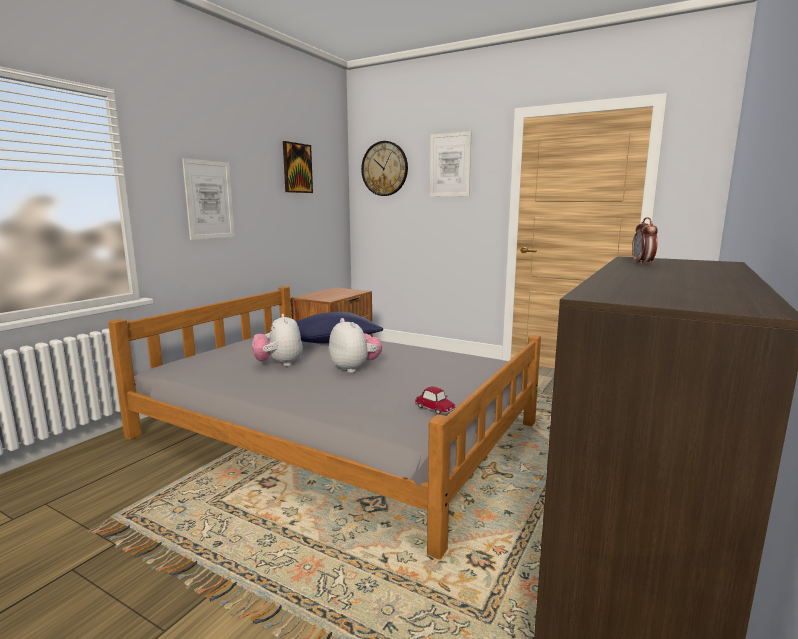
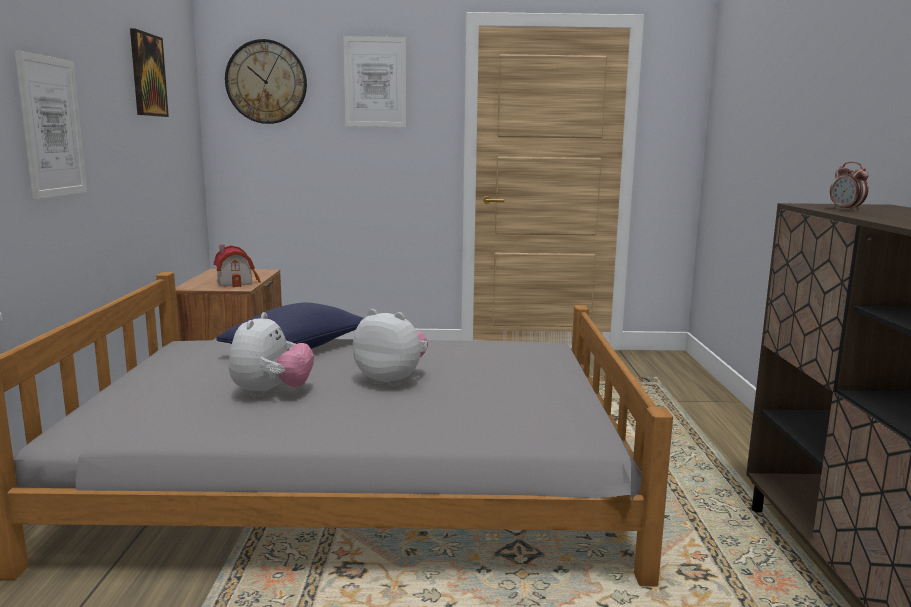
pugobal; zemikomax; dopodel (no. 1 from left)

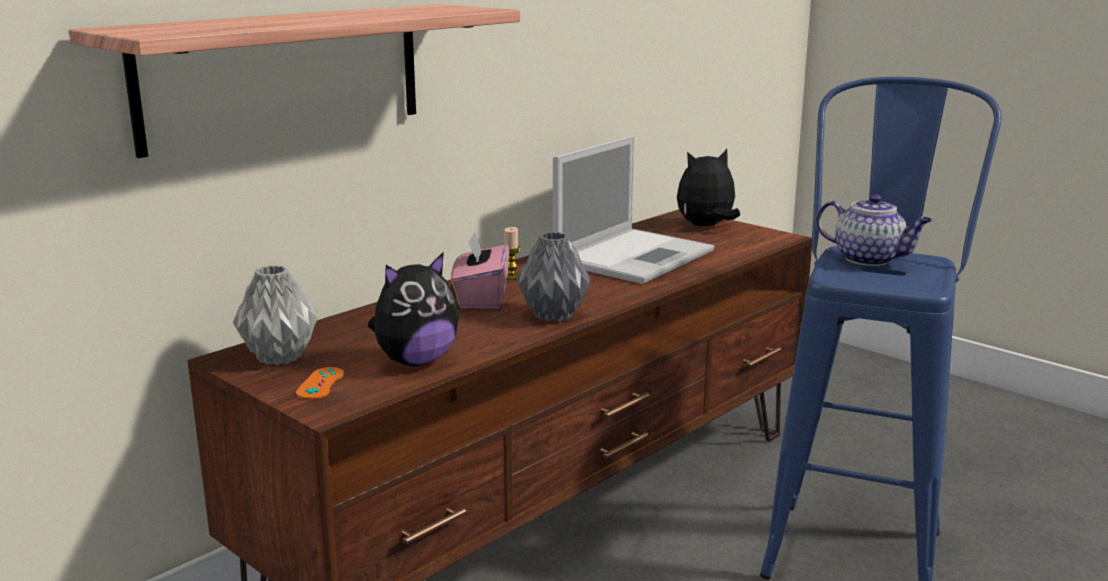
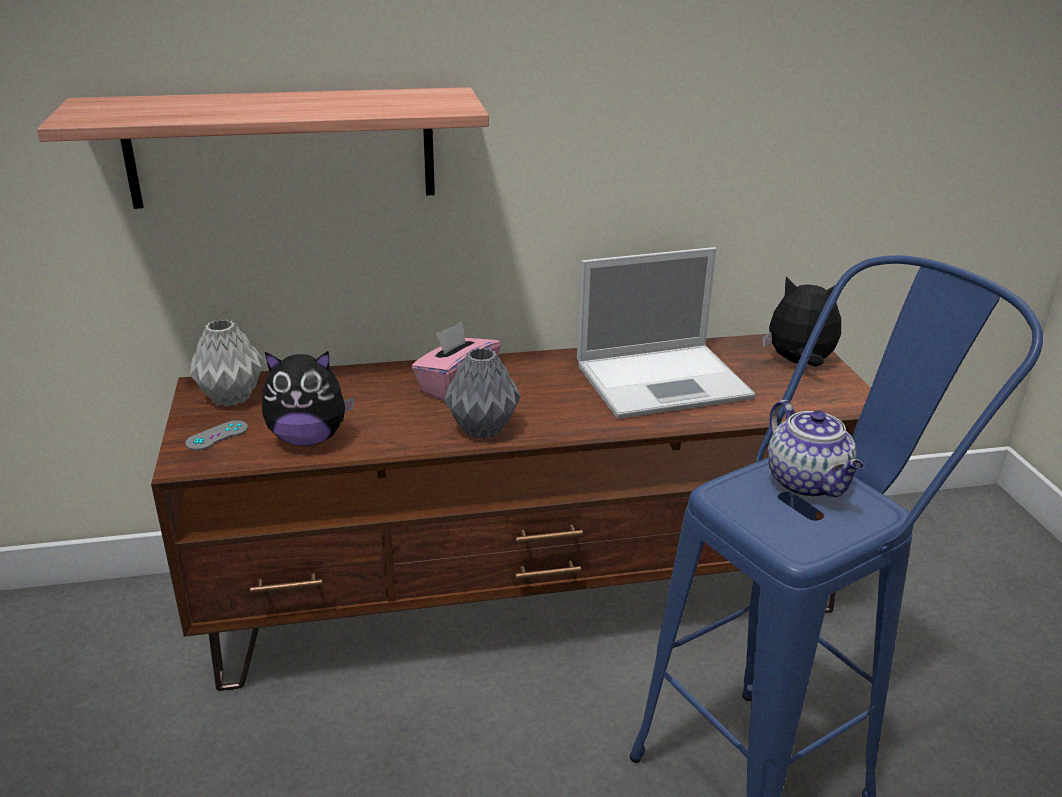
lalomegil; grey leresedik

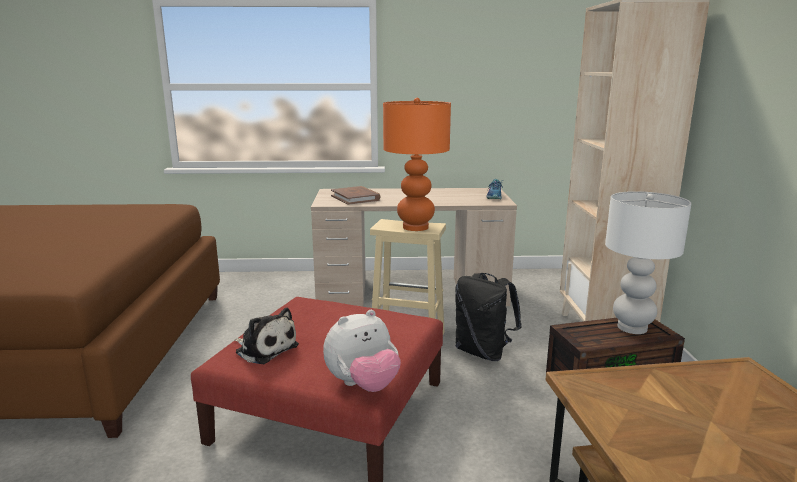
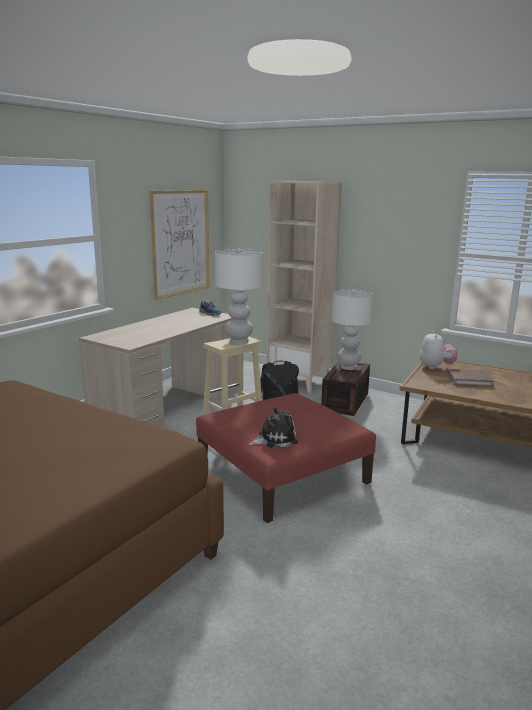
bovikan; dopodel (no. 2 from left); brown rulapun; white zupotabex (no. 1 from left)

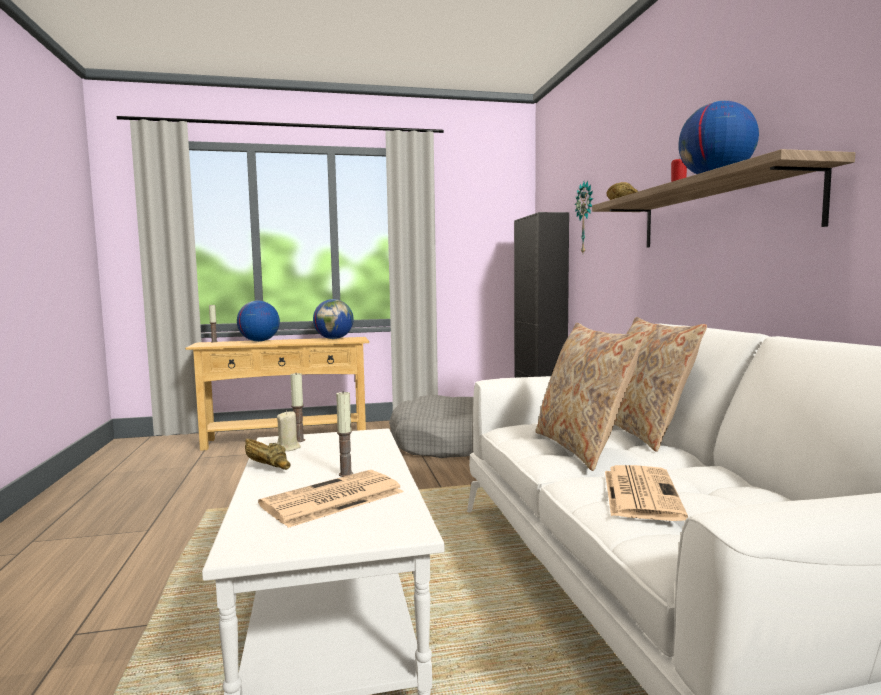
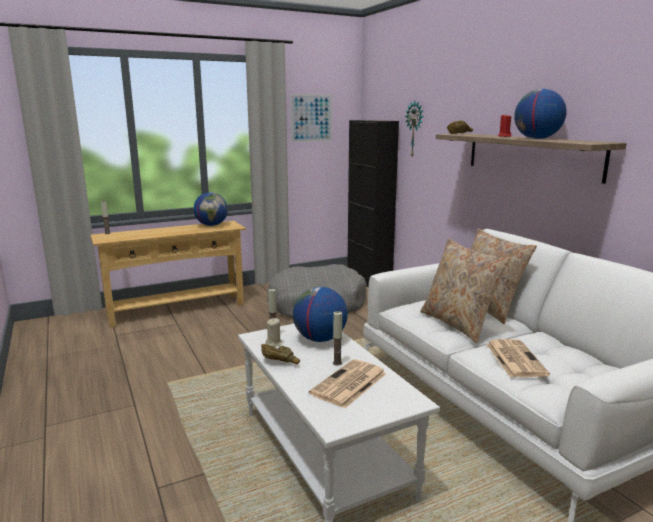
bovikan; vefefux (no. 2 from left)

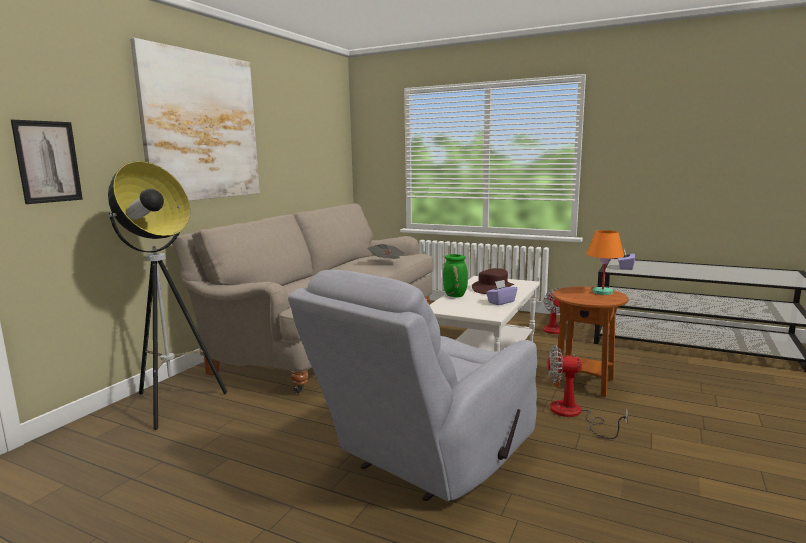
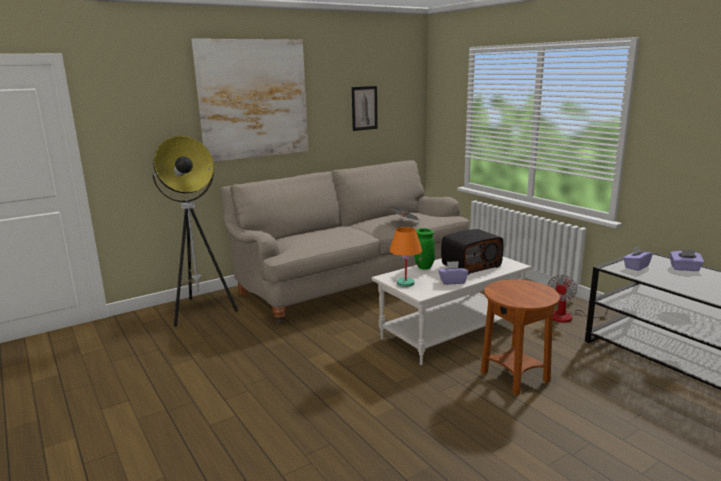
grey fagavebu; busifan (no. 2 from left in the first image); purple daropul (no. 3 from left); bovikan (no. 2 from left); orange zupotabex; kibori

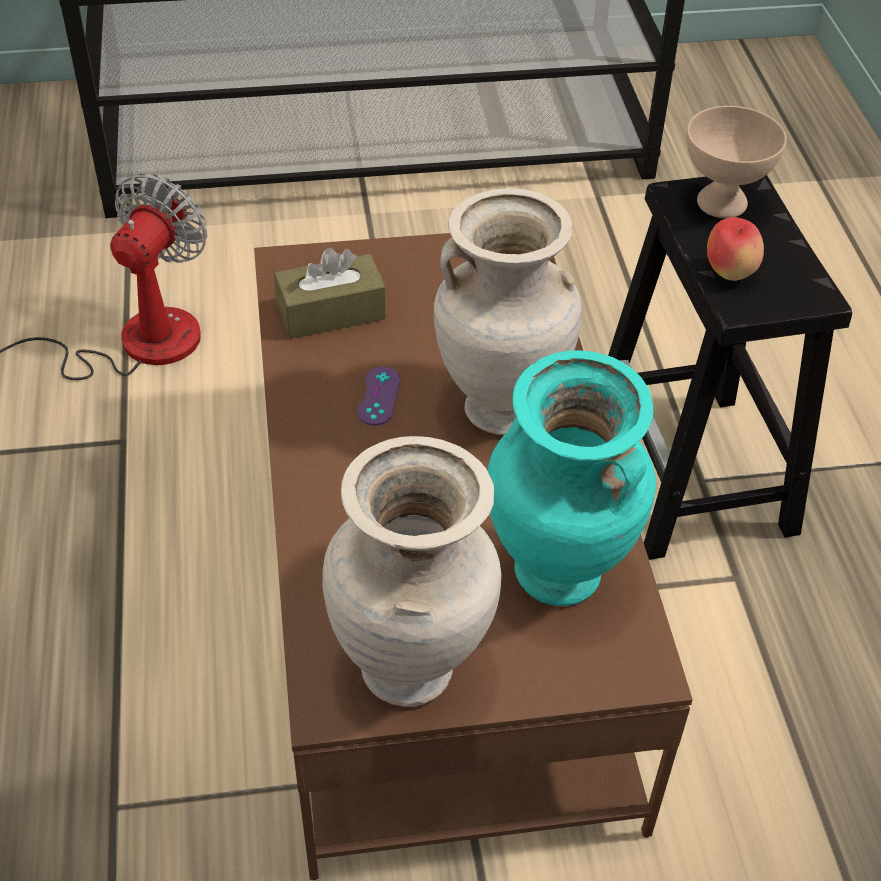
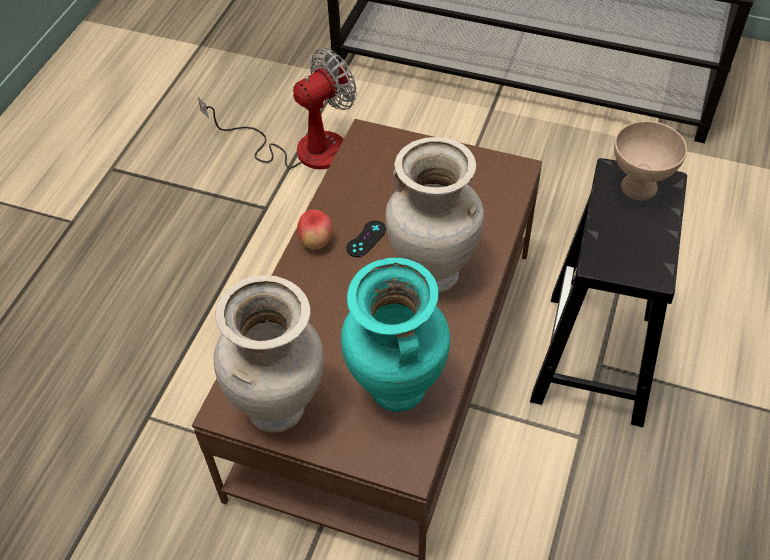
brown daropul; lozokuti; black leresedik

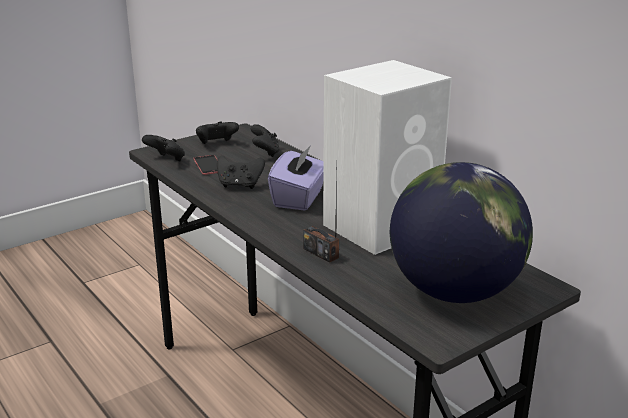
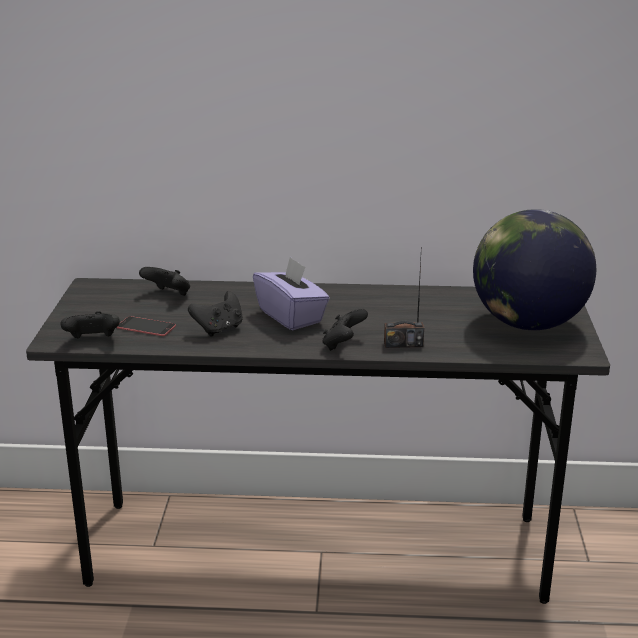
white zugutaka; black leresedik (no. 4 from left)

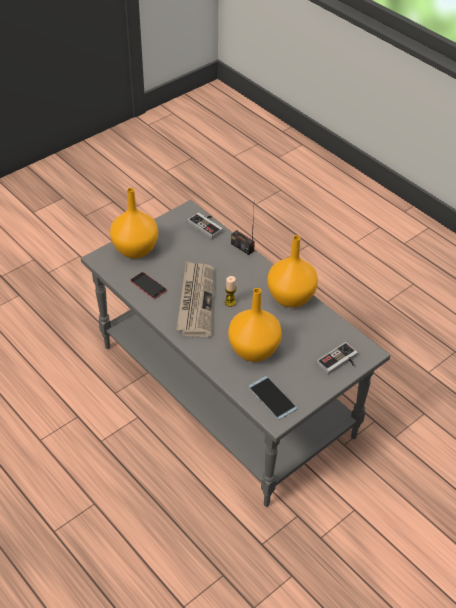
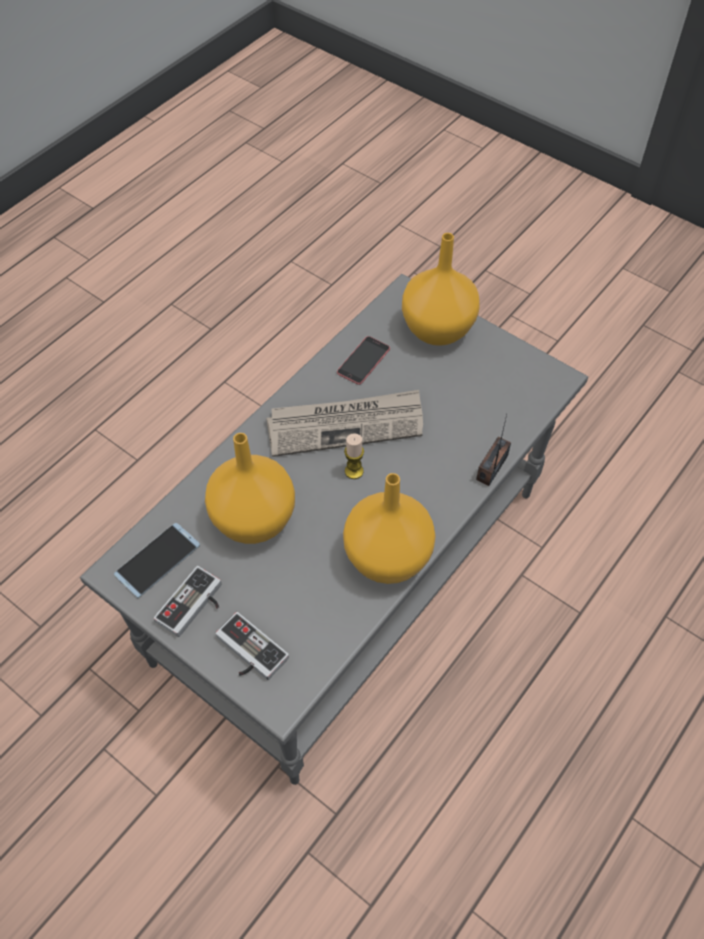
leresedik (no. 1 from left)

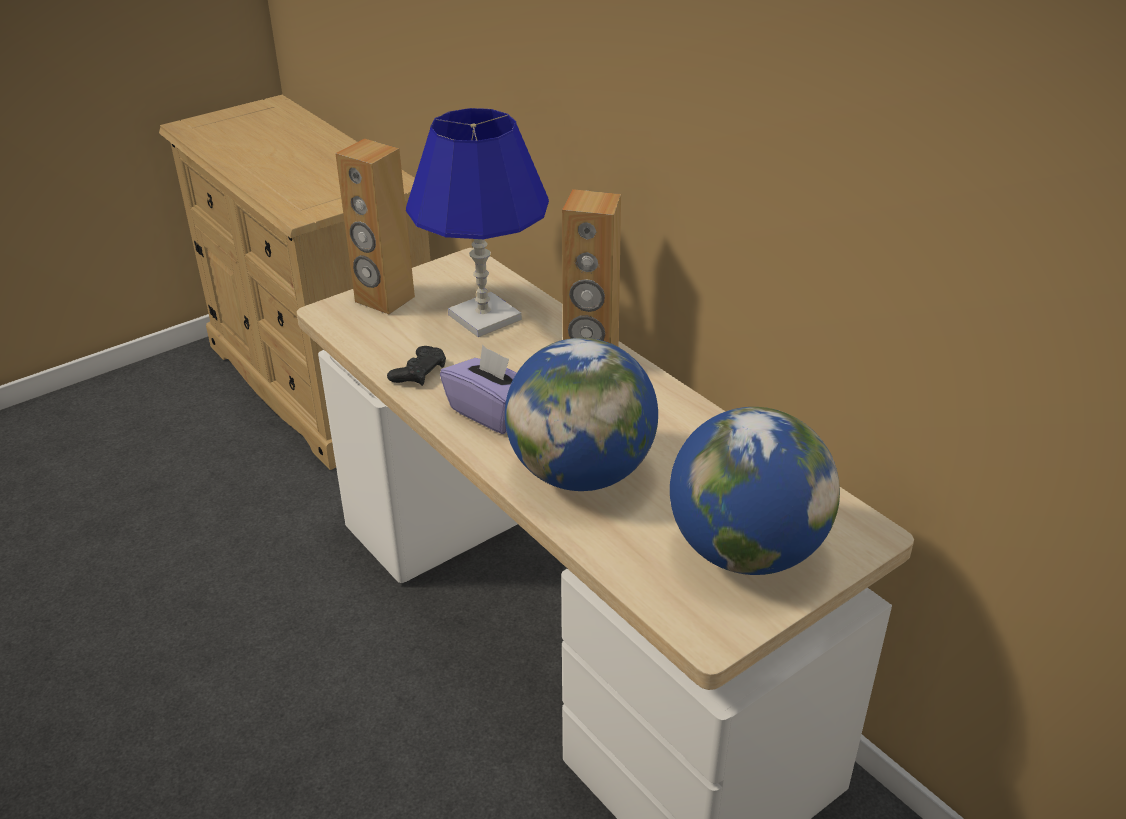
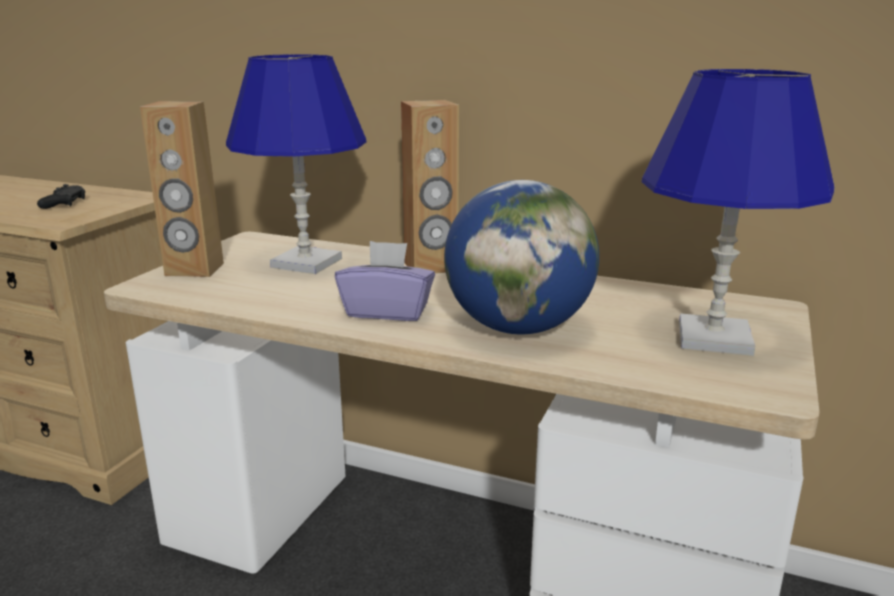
black leresedik; blue zupotabex (no. 2 from left)

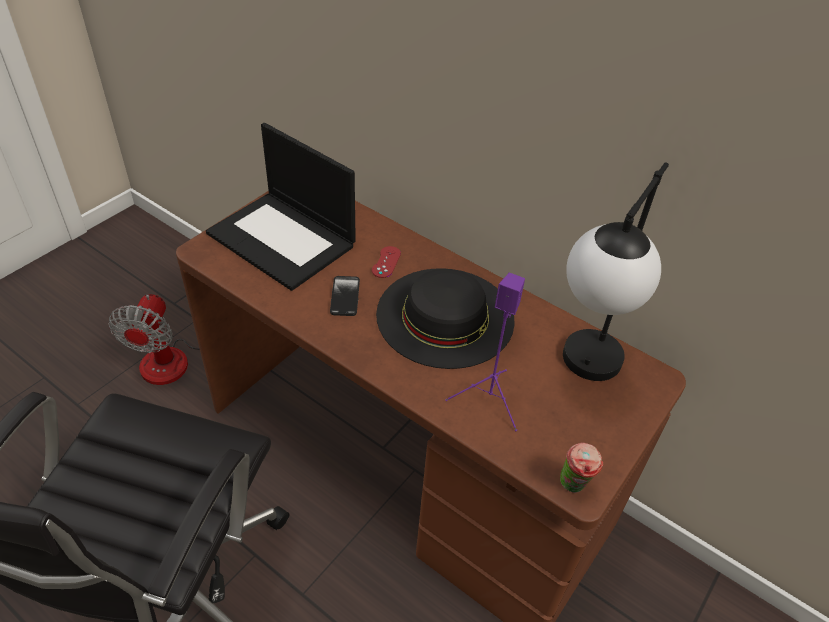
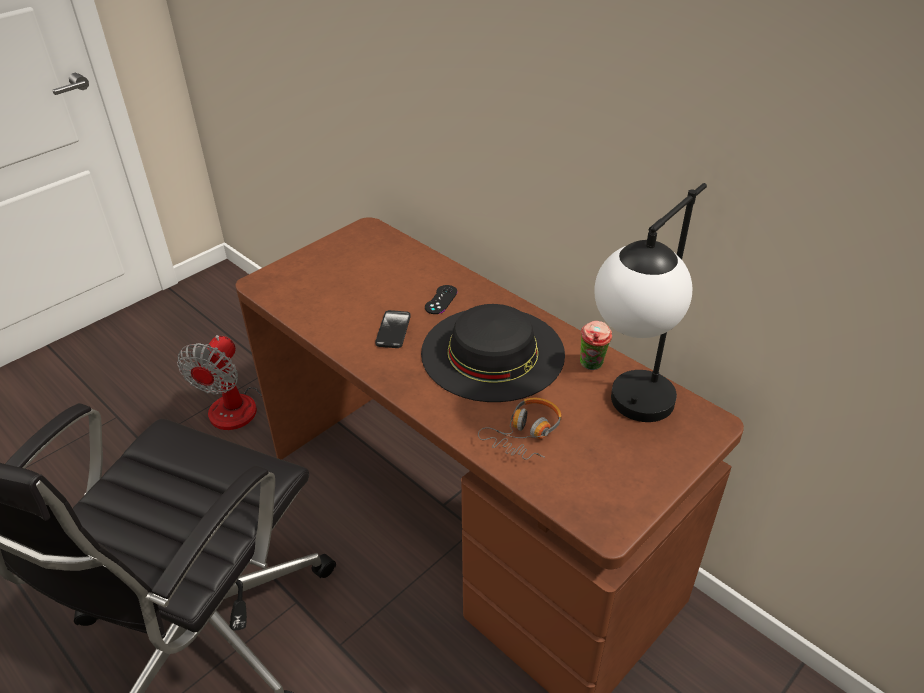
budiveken; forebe; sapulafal; black leresedik

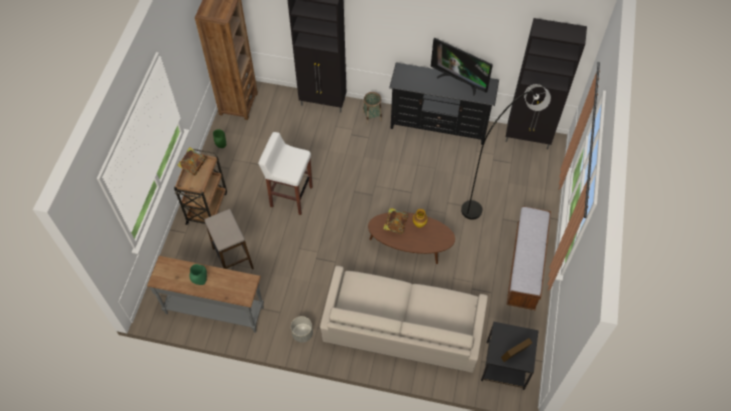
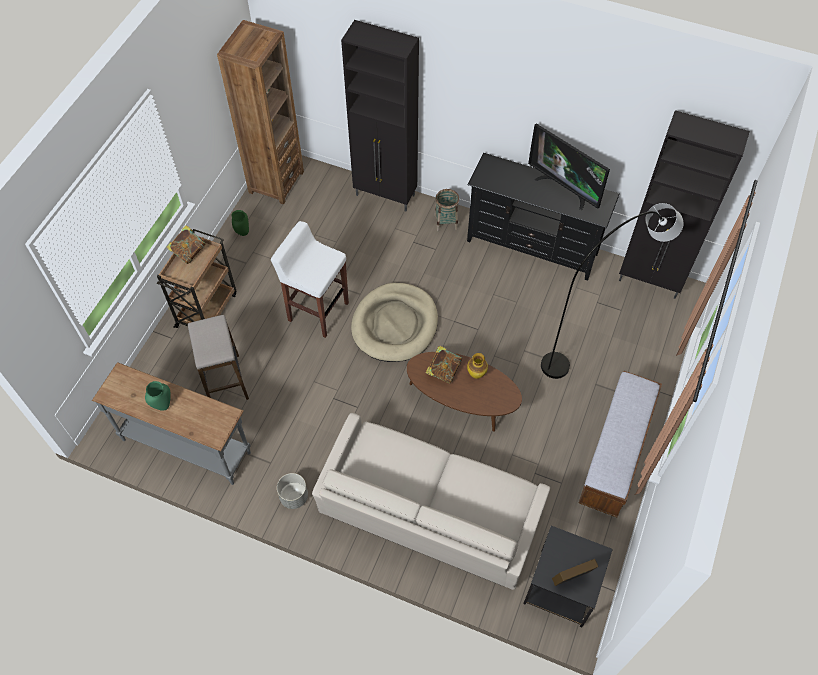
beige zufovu

